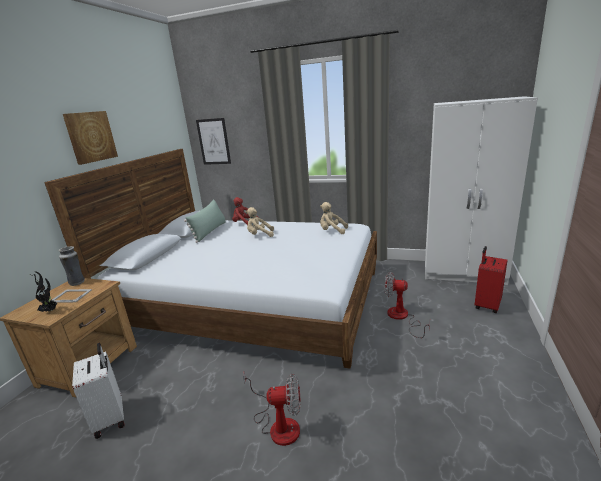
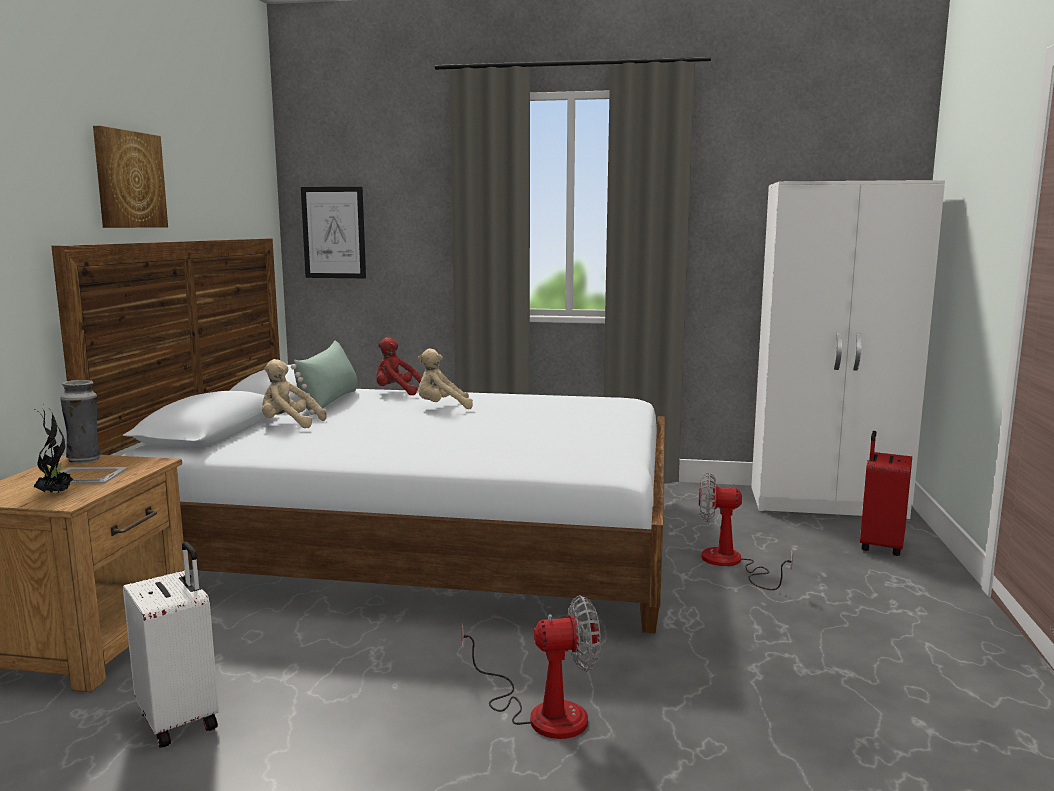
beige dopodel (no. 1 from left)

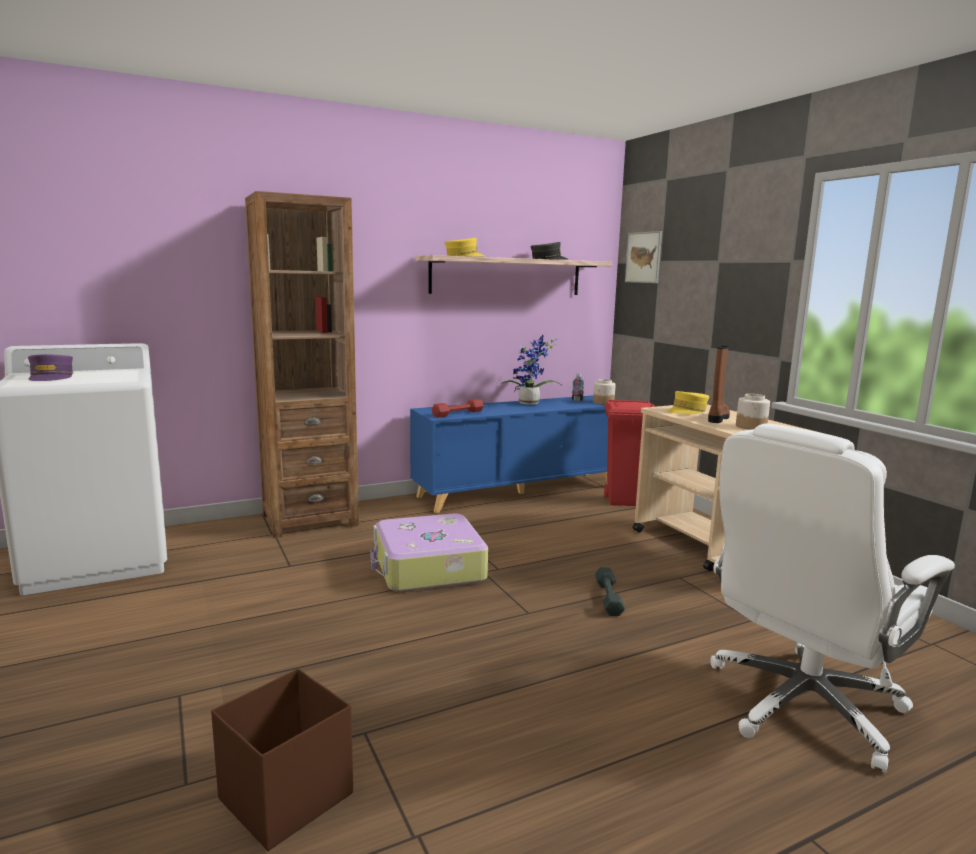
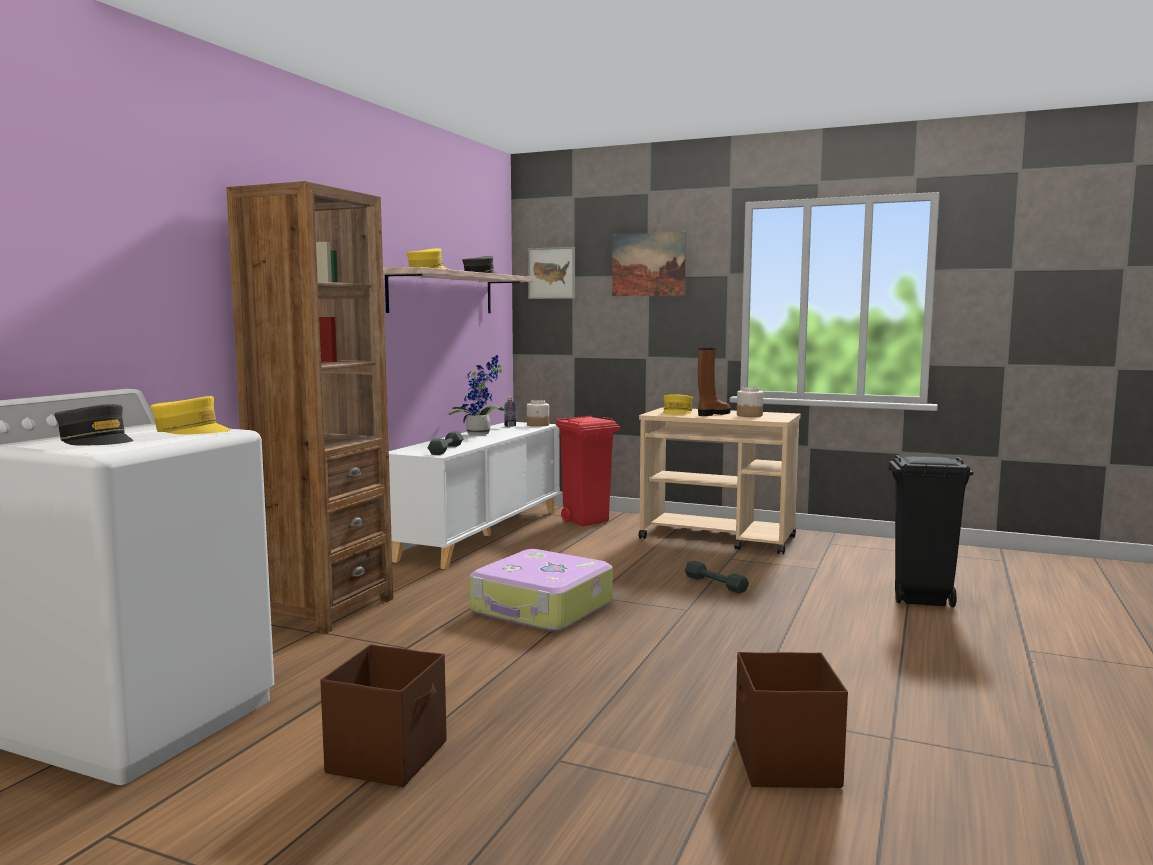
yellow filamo (no. 1 from left); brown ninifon (no. 1 from left); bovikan (no. 2 from left); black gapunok; grey filamo (no. 1 from left); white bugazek; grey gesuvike (no. 1 from left); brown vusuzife

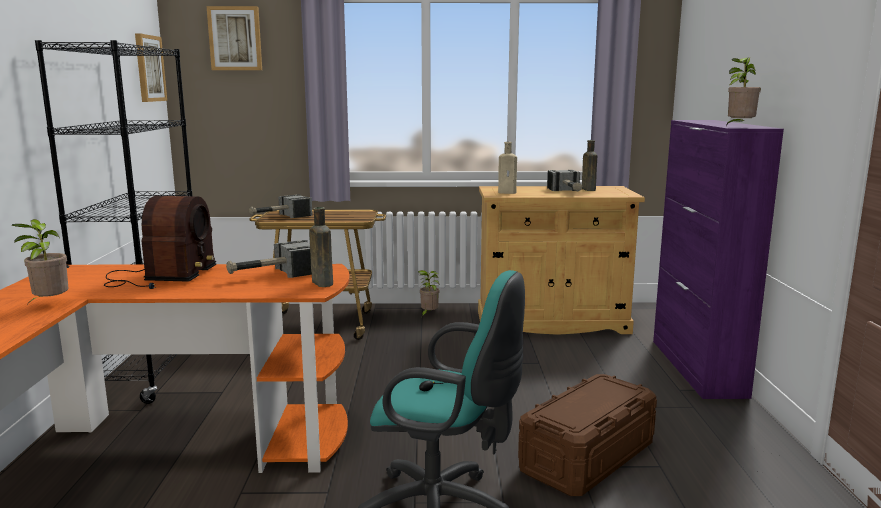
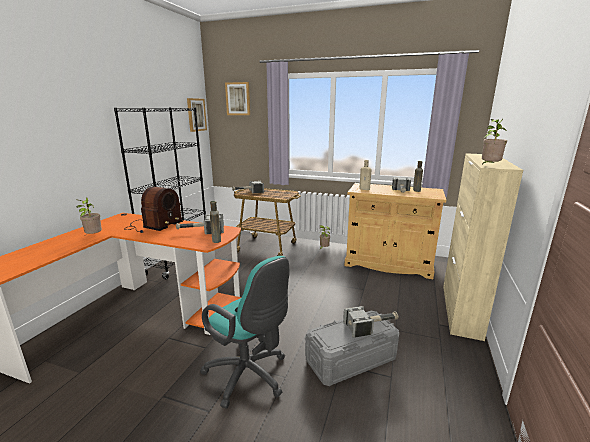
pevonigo (no. 3 from left); grey ninifon; beige bugazek (no. 2 from left)

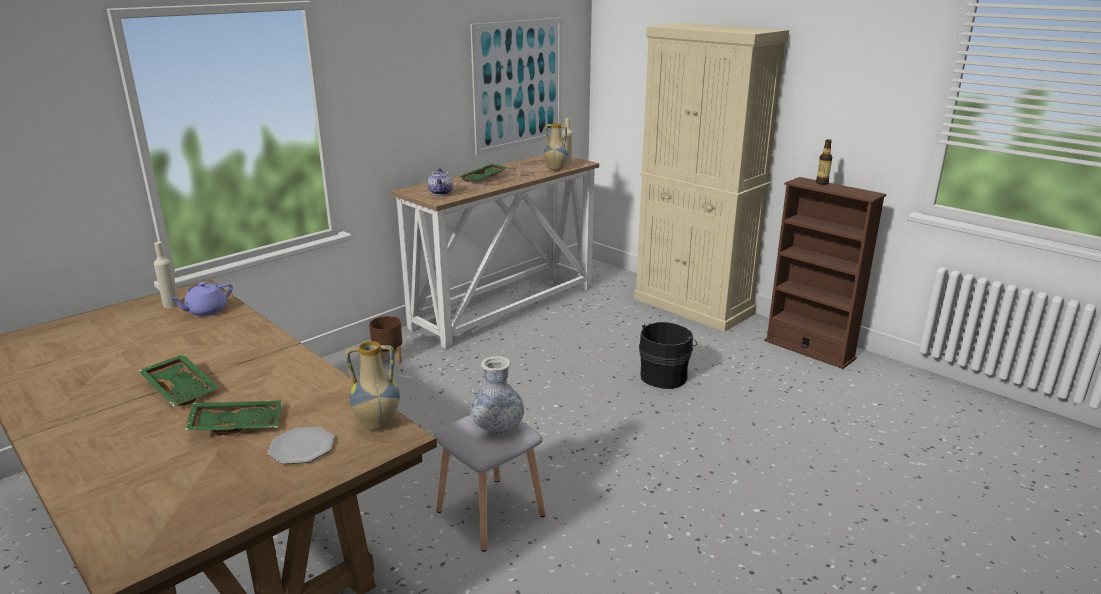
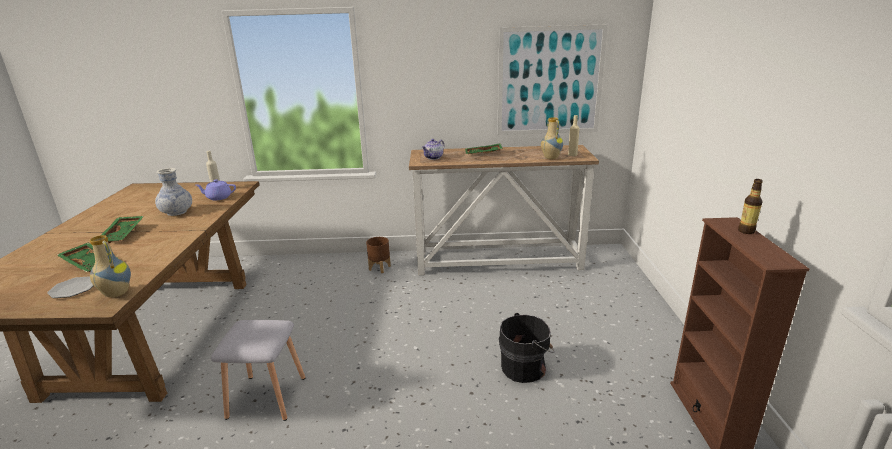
beige bugazek; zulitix (no. 2 from left)

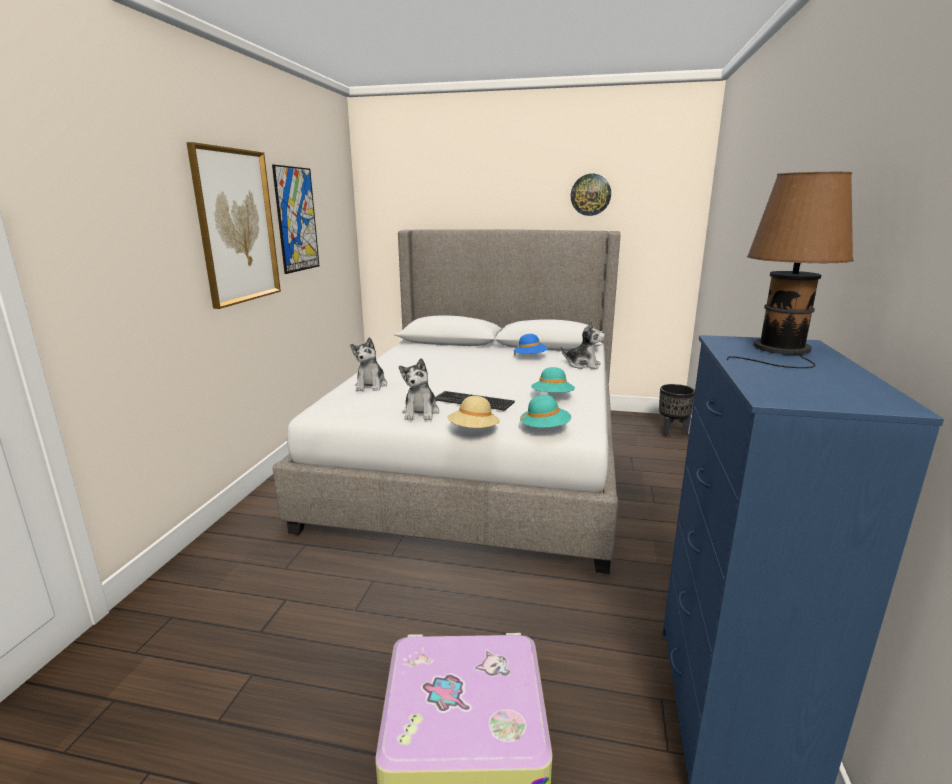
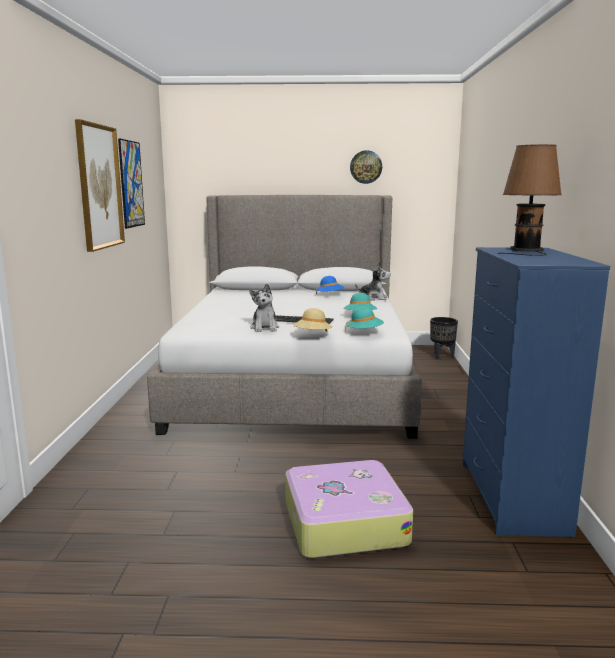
dopodel (no. 1 from left in the first image)

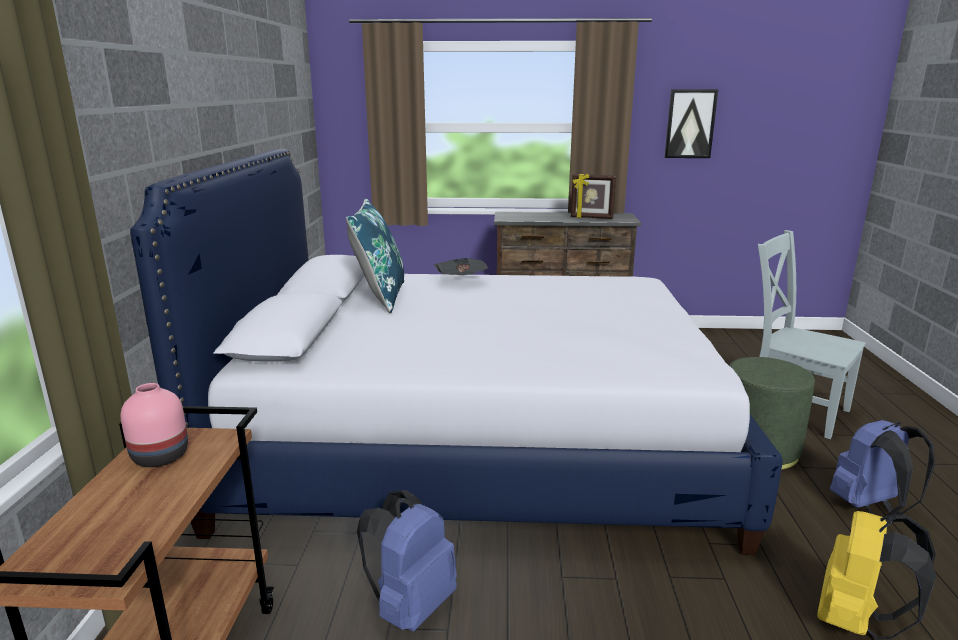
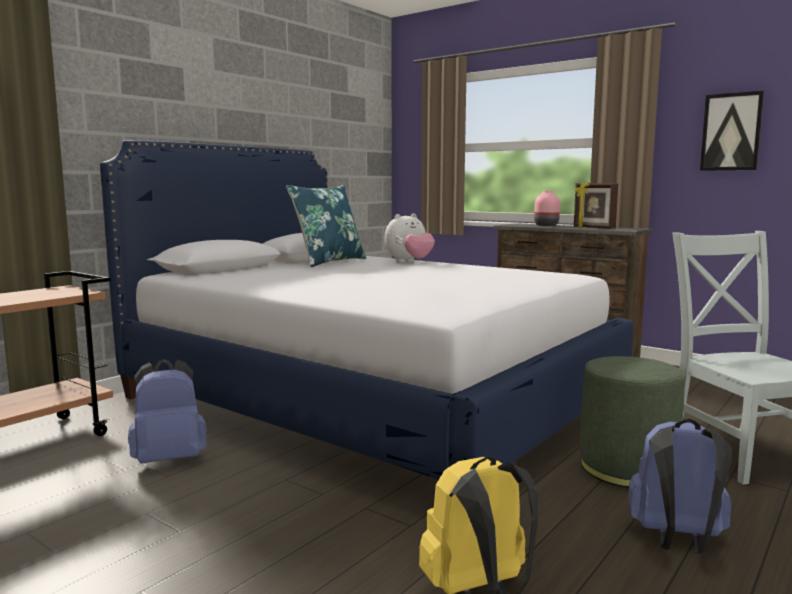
pink zulitix; dopodel

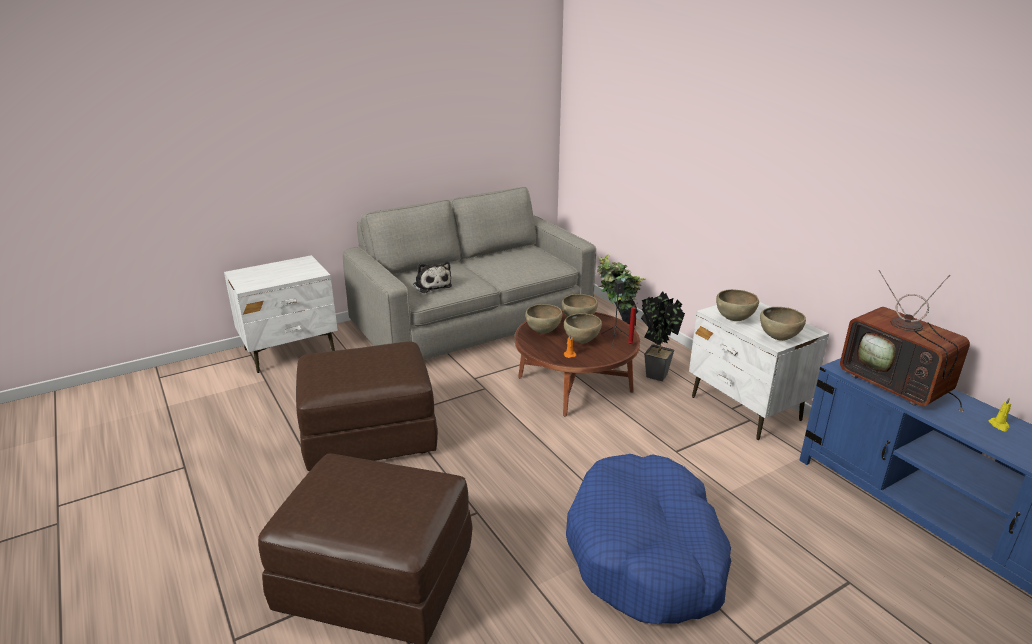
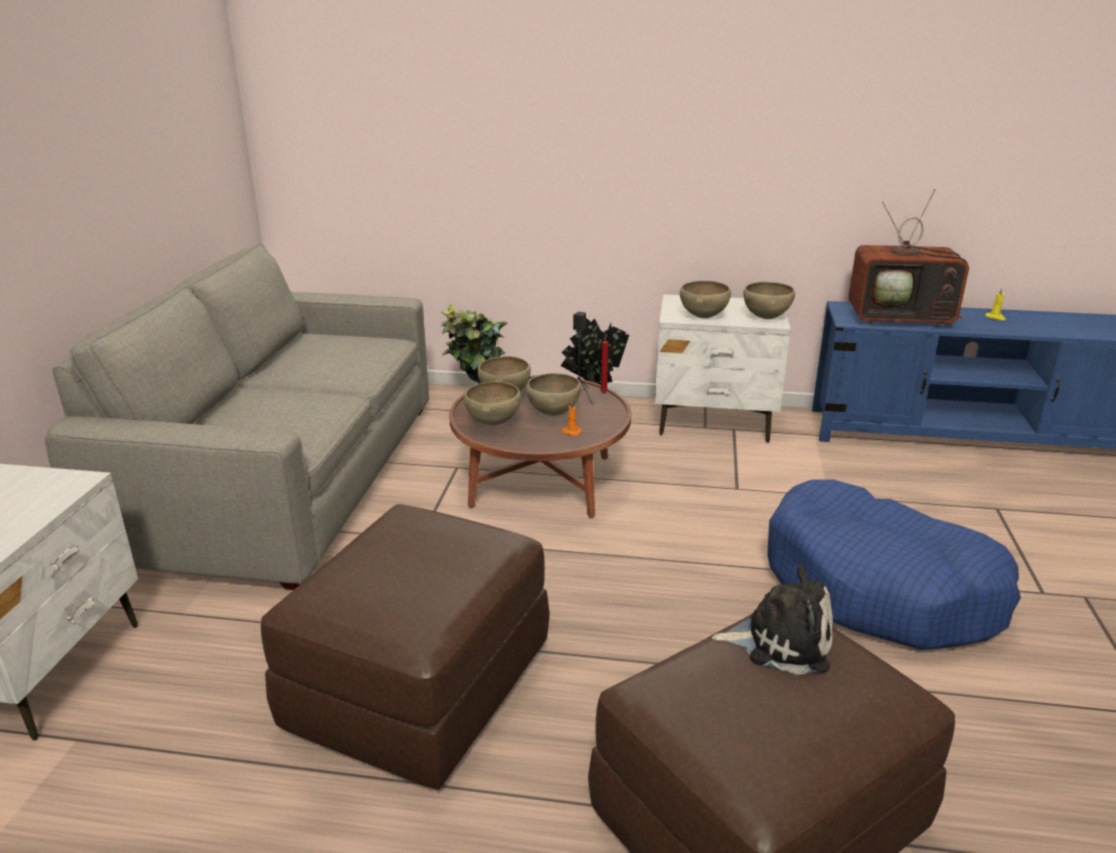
dopodel

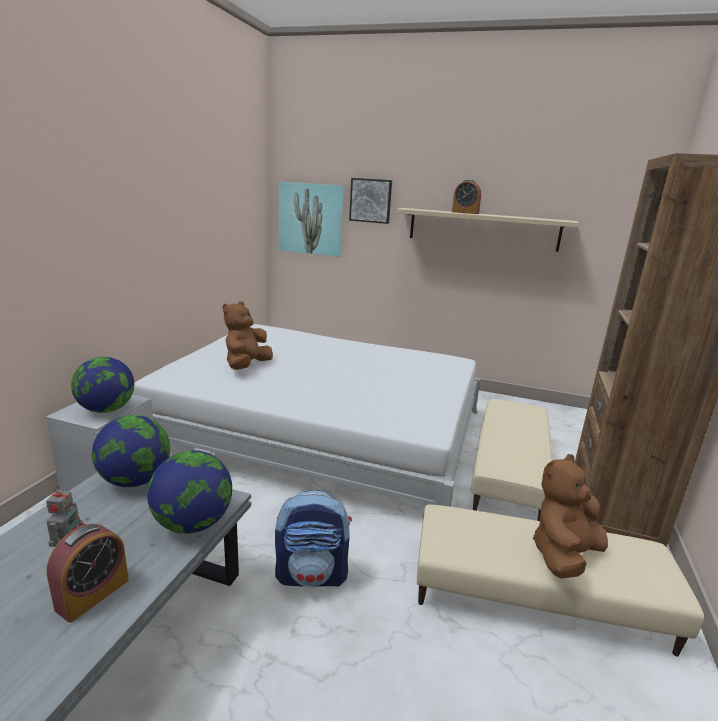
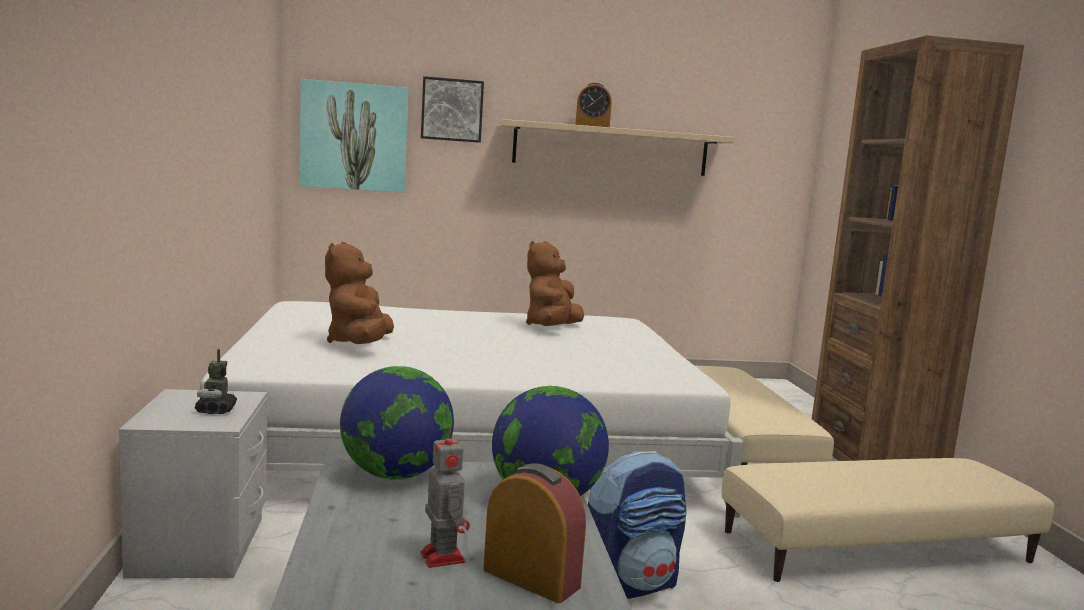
brown dopodel (no. 2 from left); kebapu (no. 1 from left); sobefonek (no. 1 from left)

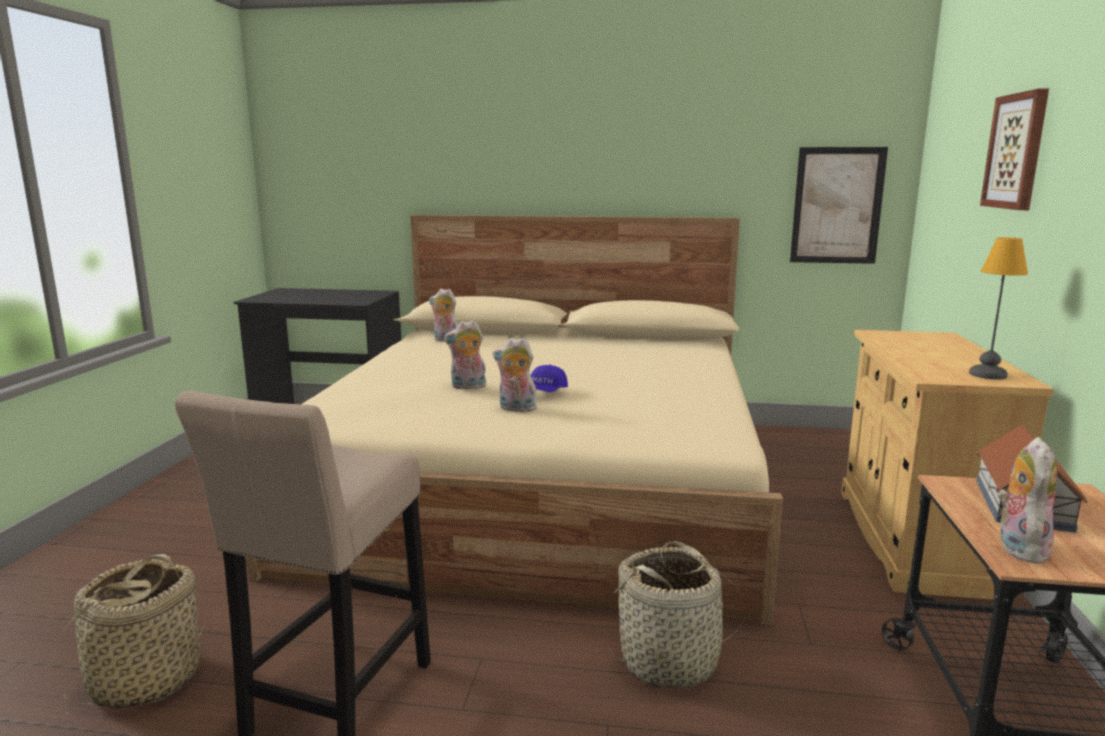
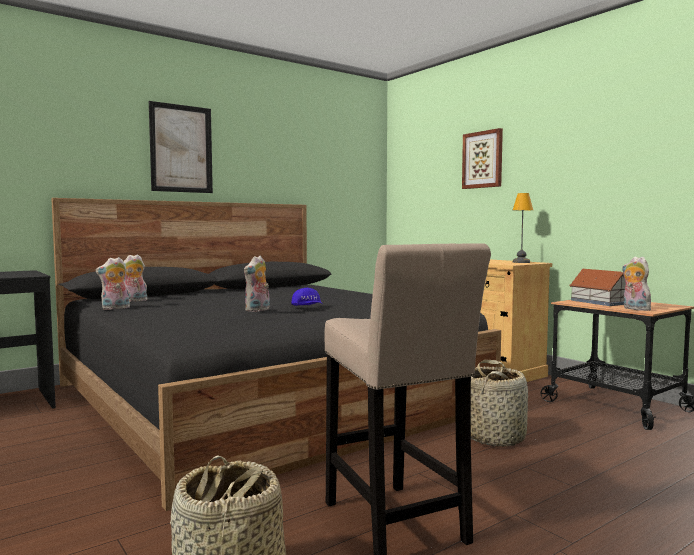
dopodel (no. 1 from left); bovikan (no. 1 from left); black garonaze

